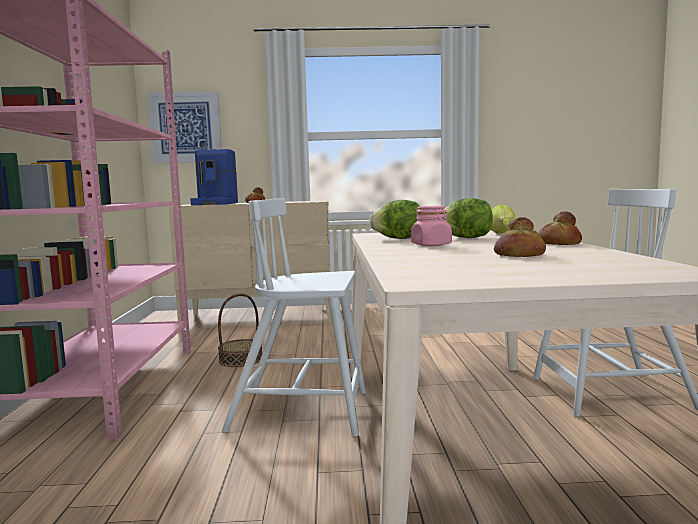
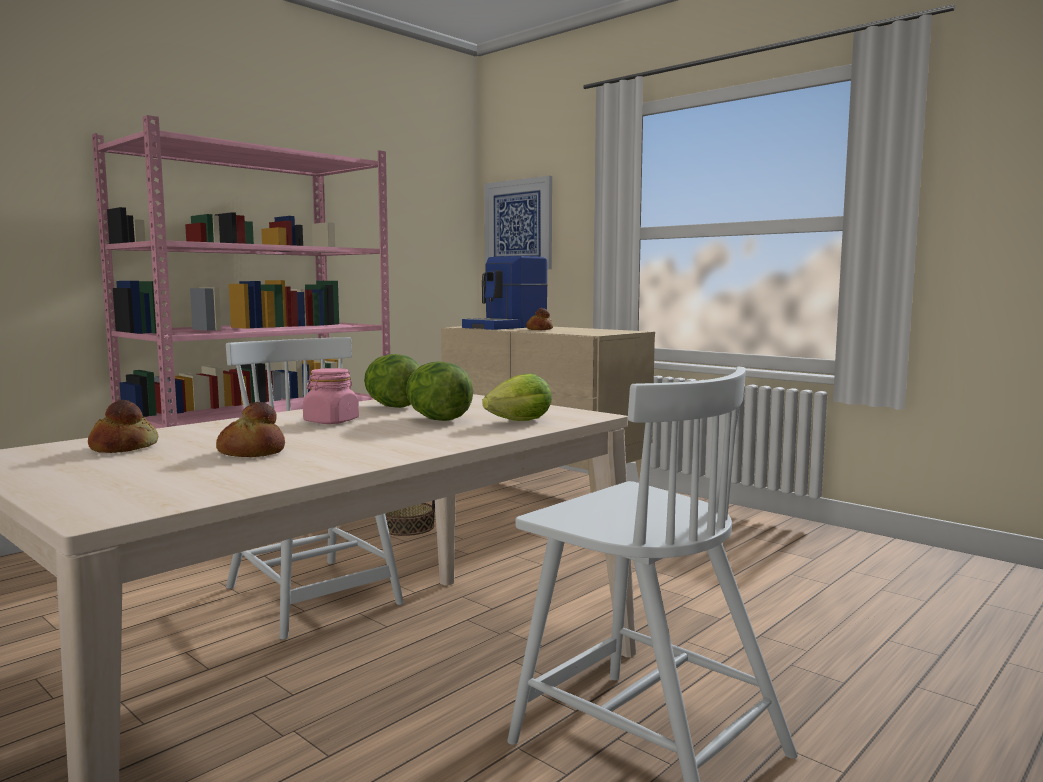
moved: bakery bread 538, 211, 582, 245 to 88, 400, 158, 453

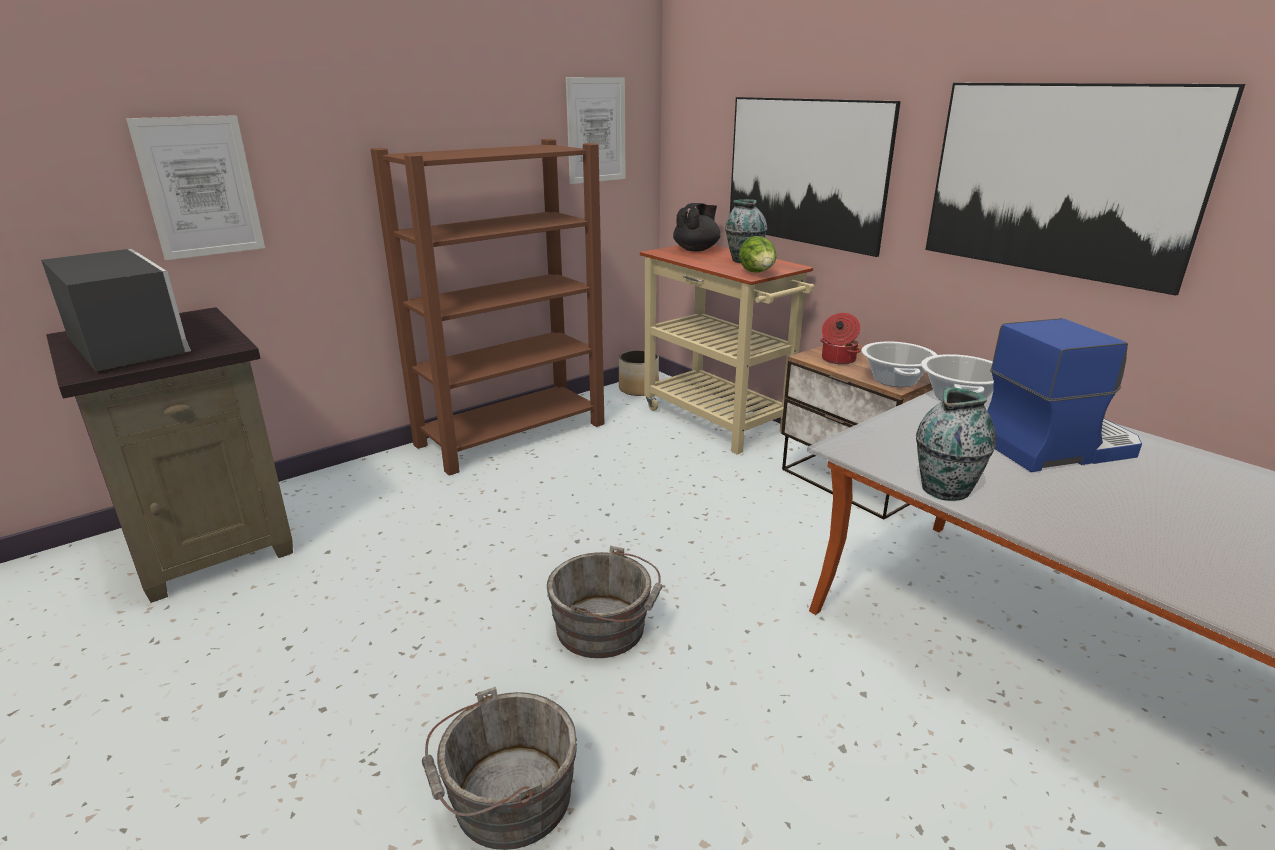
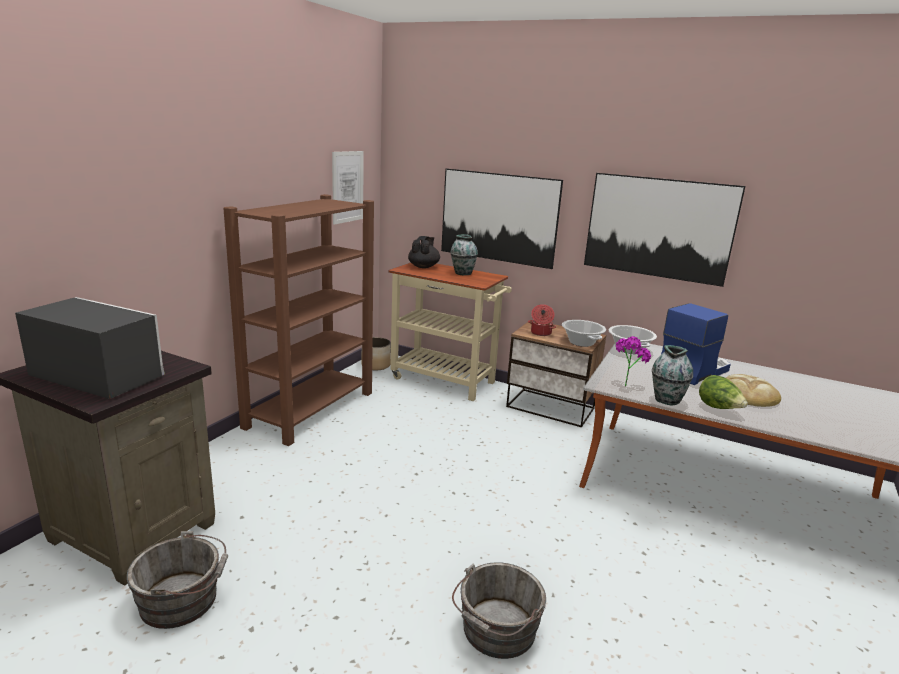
removed: wall picture 126, 115, 265, 260
added: plant in a pot 615, 336, 651, 387; bakery bread 726, 374, 781, 407
moved: bucket (greyish) 547, 546, 662, 658 to 127, 531, 228, 629; lettuce head 739, 236, 776, 273 to 699, 375, 748, 409

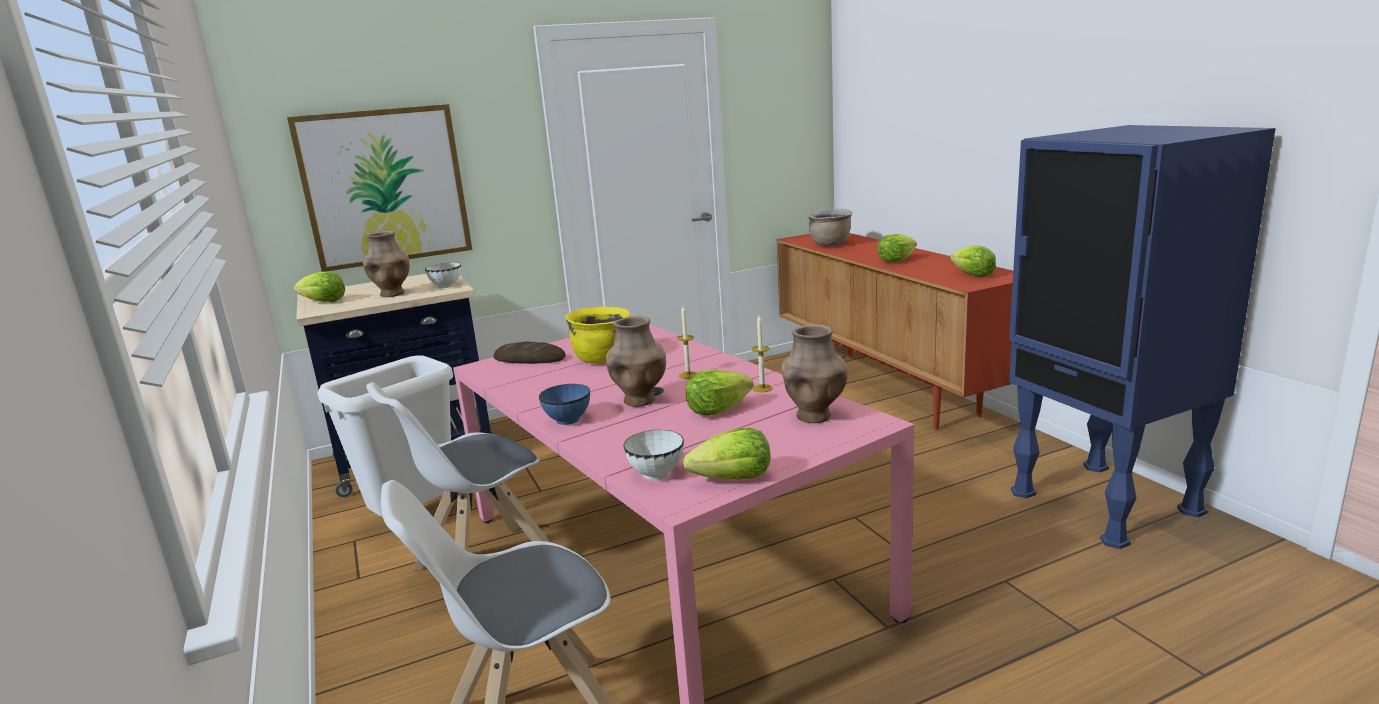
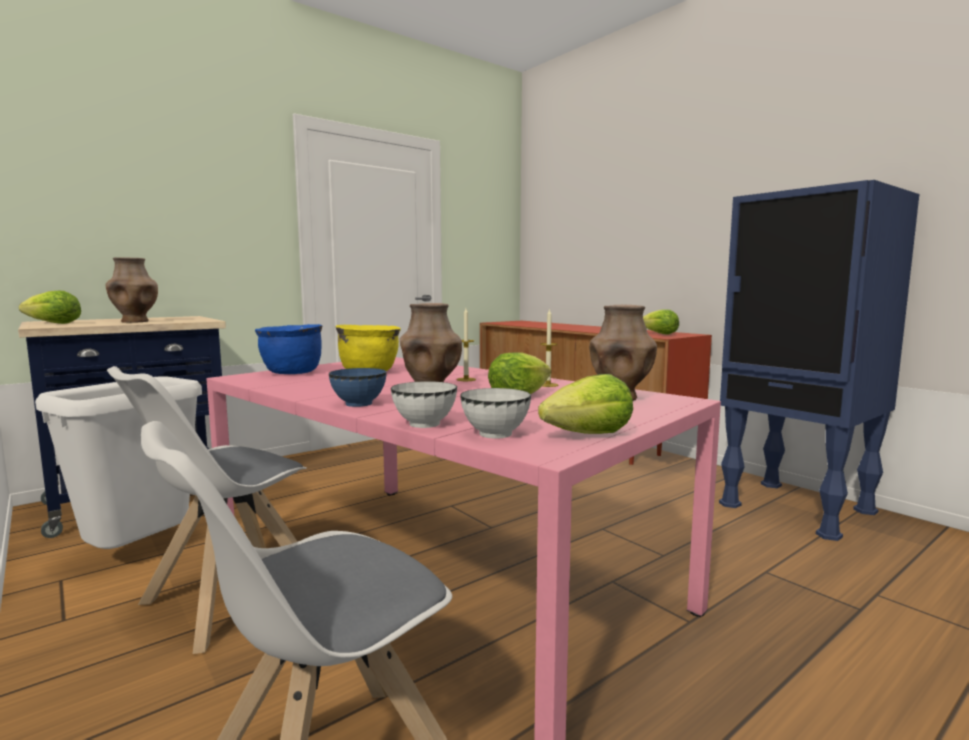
removed: wall picture 287, 104, 473, 272; cooking pot (brown) 807, 208, 853, 246; lettuce head 877, 234, 917, 263
moved: bowl (white) 425, 262, 461, 288 to 391, 381, 457, 428
replaced: bakery bread 493, 341, 566, 364 to cooking pot (bluish) 255, 324, 322, 374

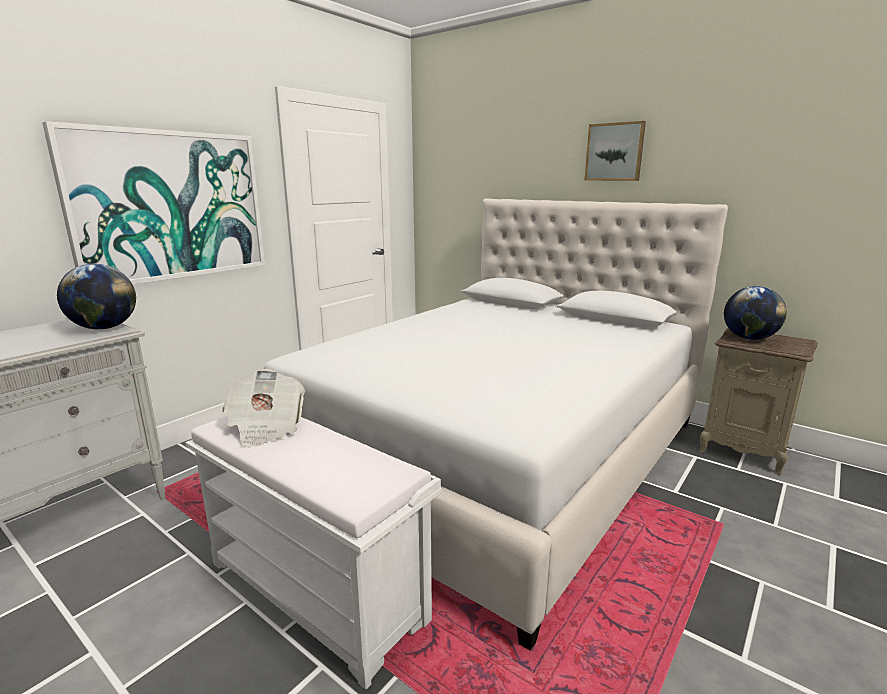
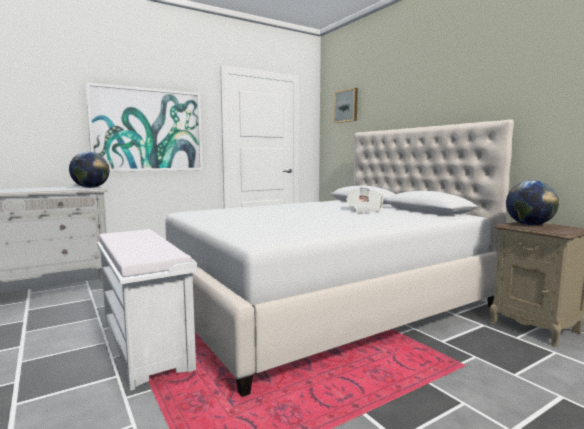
moved: wall picture 584, 121, 646, 181 to 334, 88, 358, 123; printed paper 222, 369, 305, 448 to 346, 187, 384, 214

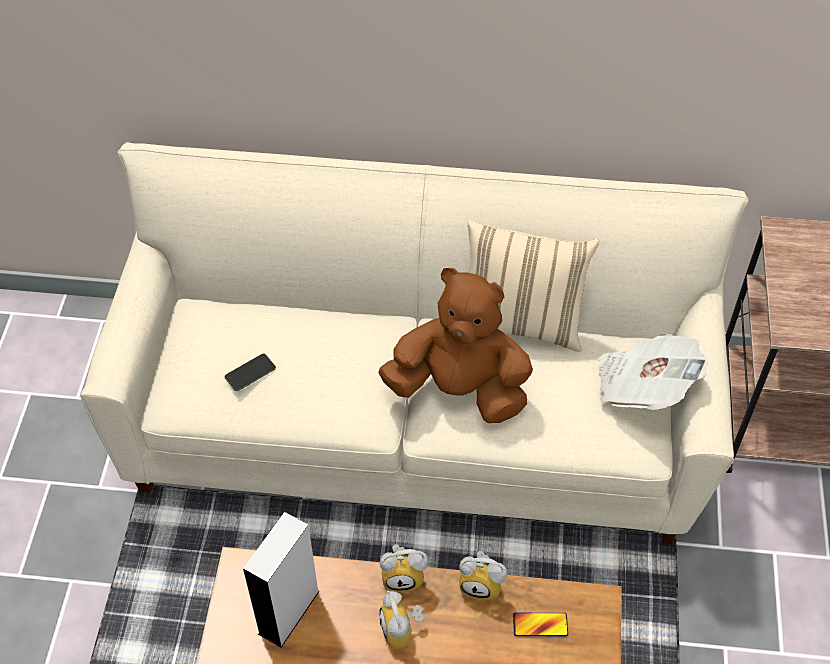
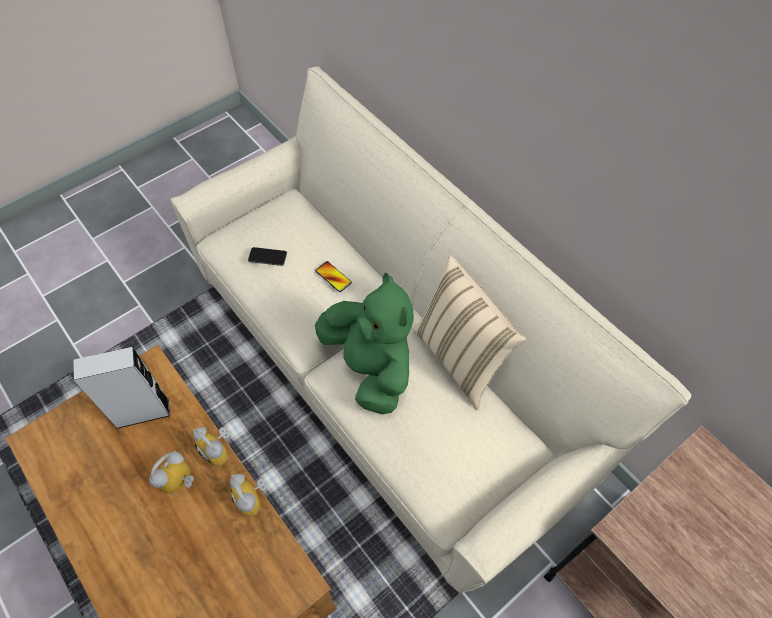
removed: printed paper 598, 334, 708, 410
moved: telephone 513, 613, 568, 637 to 315, 261, 352, 292
recoloured: plush toy (brown) 378, 268, 533, 423 to plush toy (green) 315, 272, 414, 414

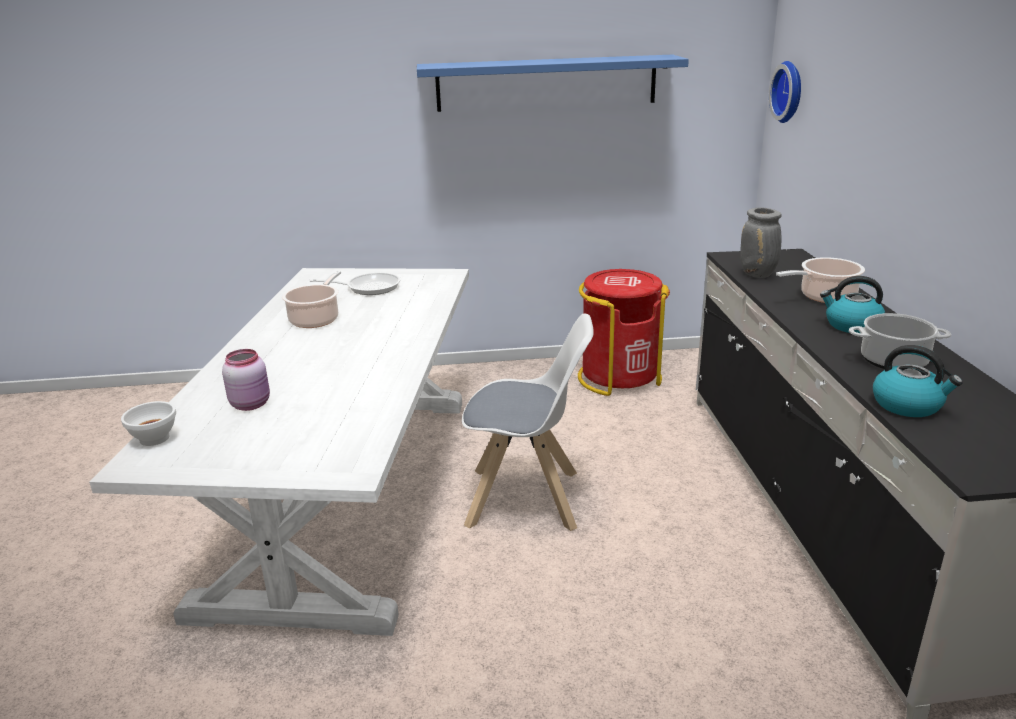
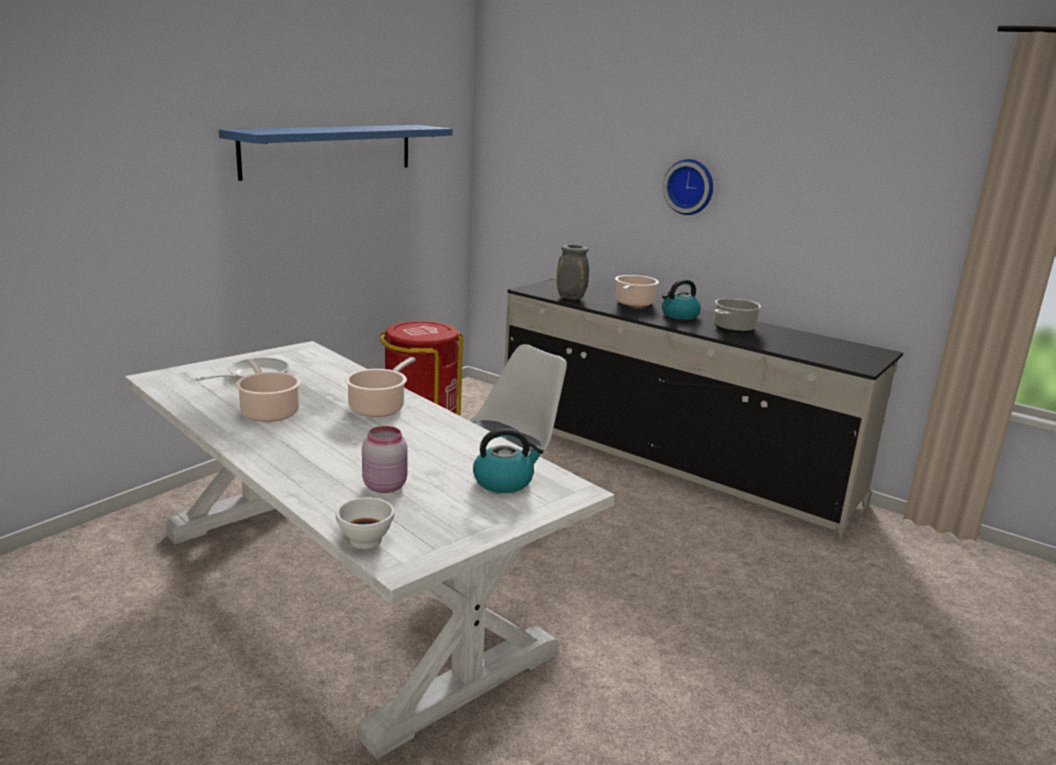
added: cooking pot 345, 357, 416, 417
moved: water kettle 872, 345, 963, 417 to 473, 428, 544, 493; hanging clock 769, 61, 801, 123 to 663, 159, 713, 215

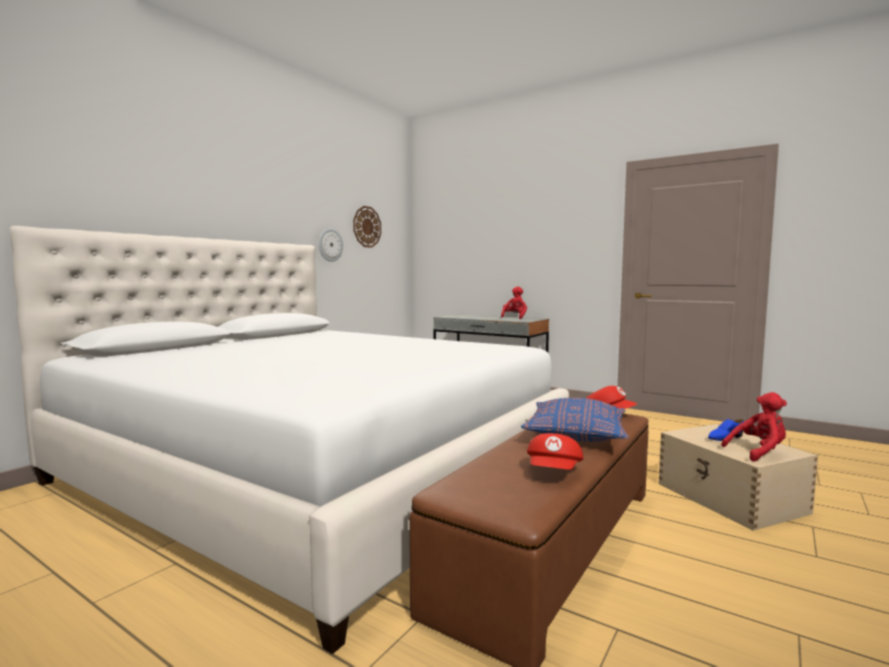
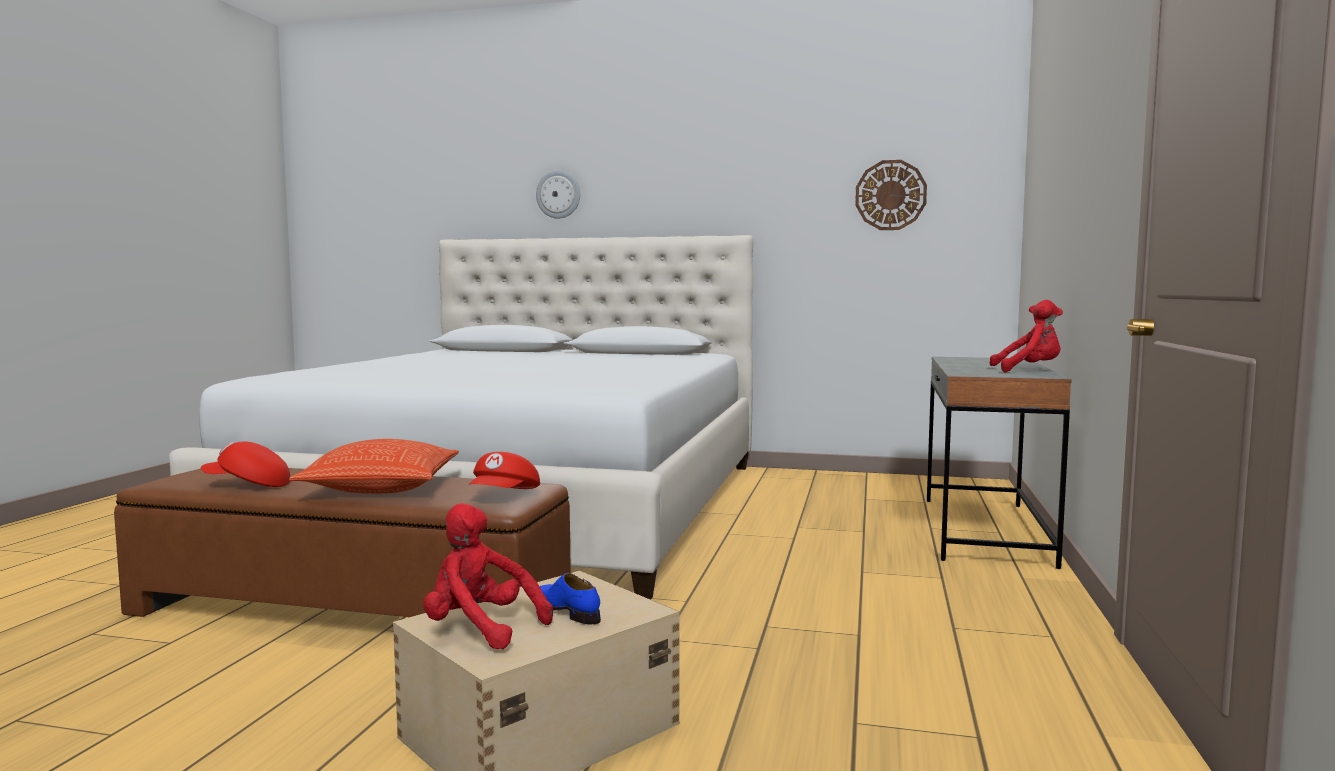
moved: hanging clock 319, 228, 343, 262 to 536, 170, 580, 219
recoloured: pillow (bluish) 521, 398, 629, 442 to pillow (orange) 289, 439, 459, 494
turned: plush toy (red-coloured) 721, 392, 787, 462 = 423, 503, 553, 649 150 degrees clockwise

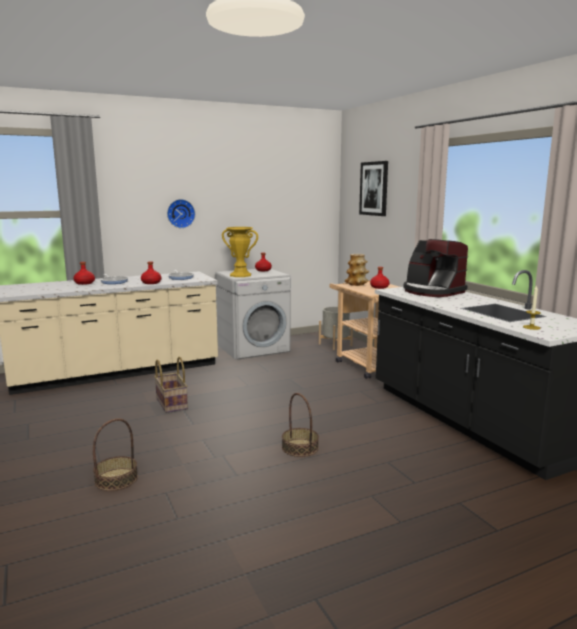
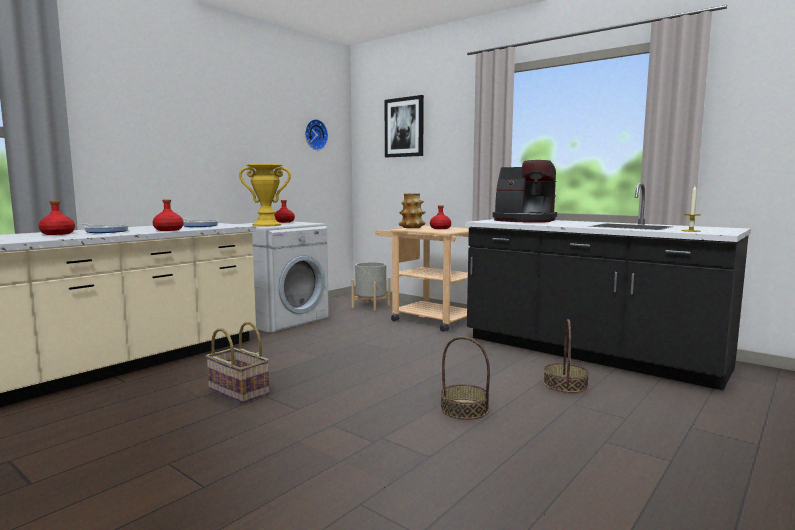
moved: hanging clock 167, 199, 195, 228 to 305, 119, 328, 150; basket 93, 418, 138, 491 to 543, 319, 589, 393

